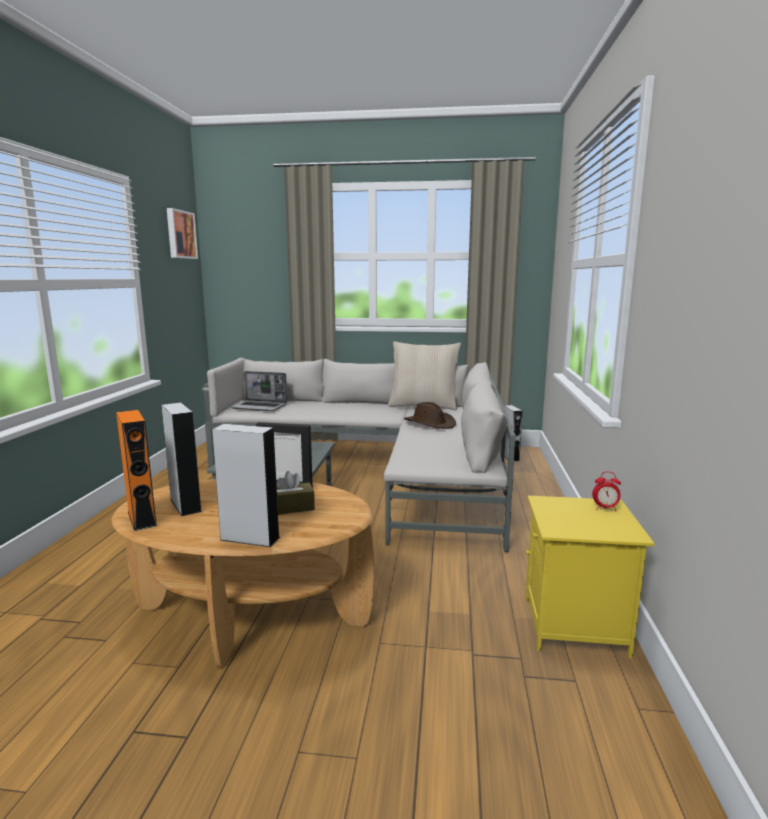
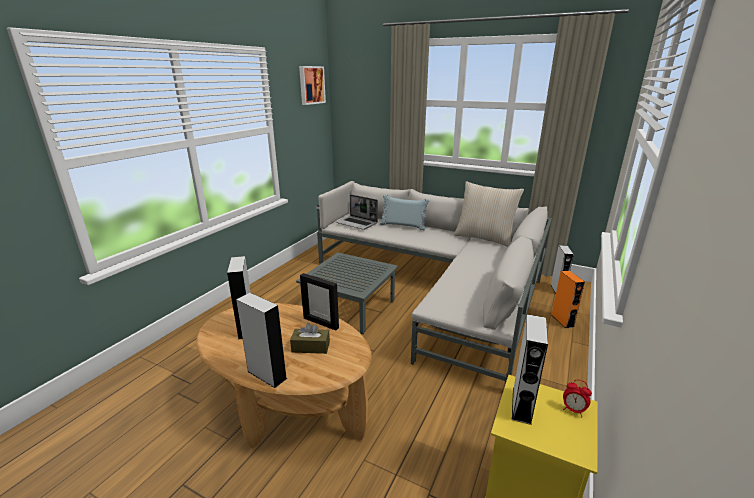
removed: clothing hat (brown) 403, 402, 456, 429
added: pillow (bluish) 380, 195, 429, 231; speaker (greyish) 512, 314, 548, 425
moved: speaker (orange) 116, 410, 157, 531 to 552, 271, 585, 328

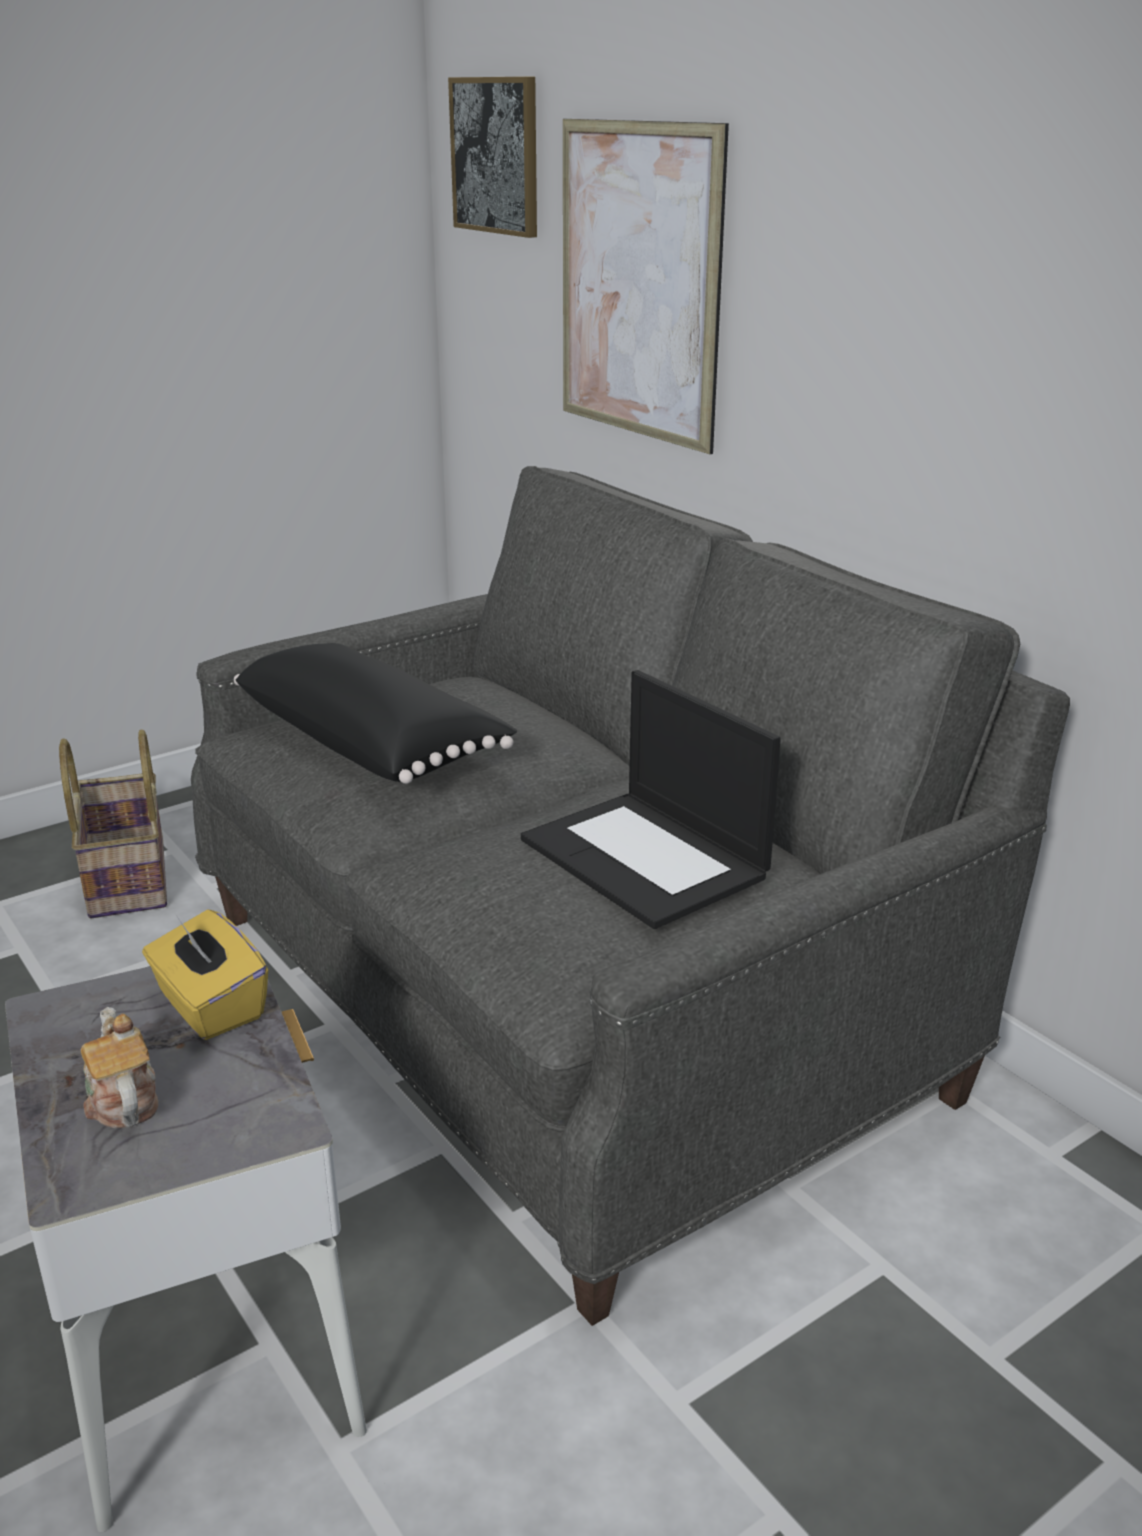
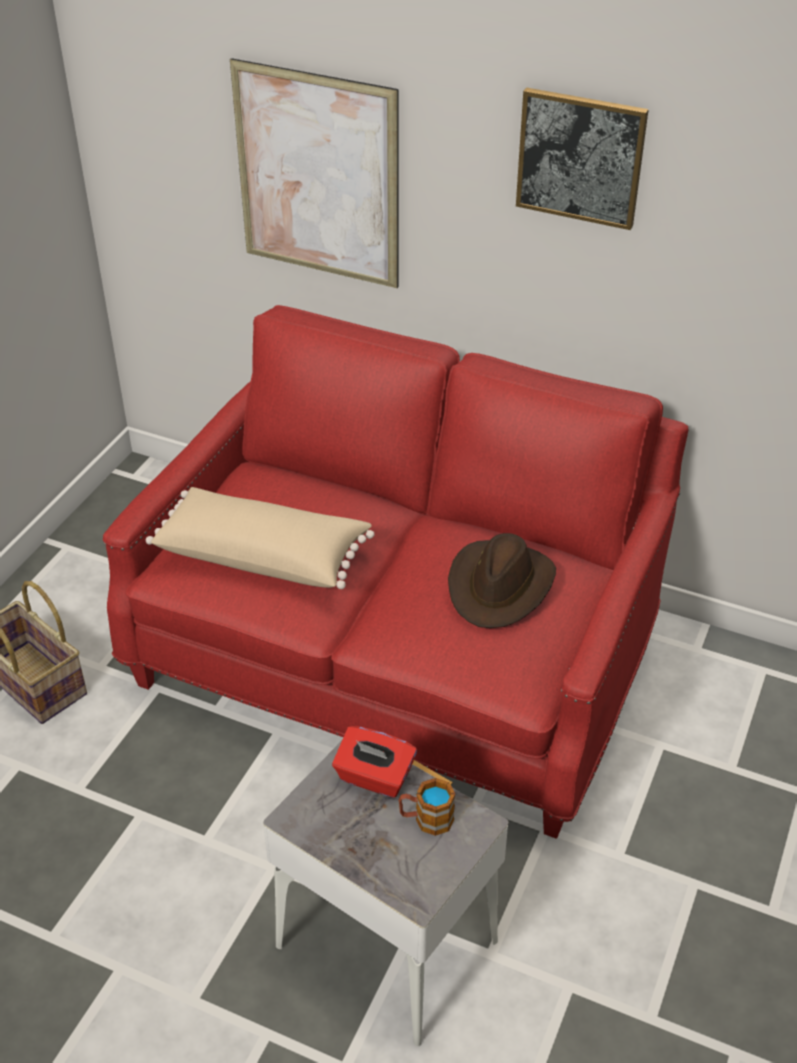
removed: tea pot 80, 1007, 158, 1128
added: mug 399, 778, 455, 836
moved: wall picture 448, 76, 537, 238 to 516, 88, 649, 230
replaced: notebook computer 521, 670, 781, 929 to clothing hat (brown) 448, 533, 556, 628
recoloured: couch (greyish) 191, 466, 1070, 1326 to couch (red-coloured) 103, 305, 688, 839; pillow (black) 234, 643, 517, 784 to pillow (beige-coloured) 146, 487, 374, 589; tissue holder (yellow-coloured) 142, 909, 268, 1040 to tissue holder (red-coloured) 332, 726, 417, 798

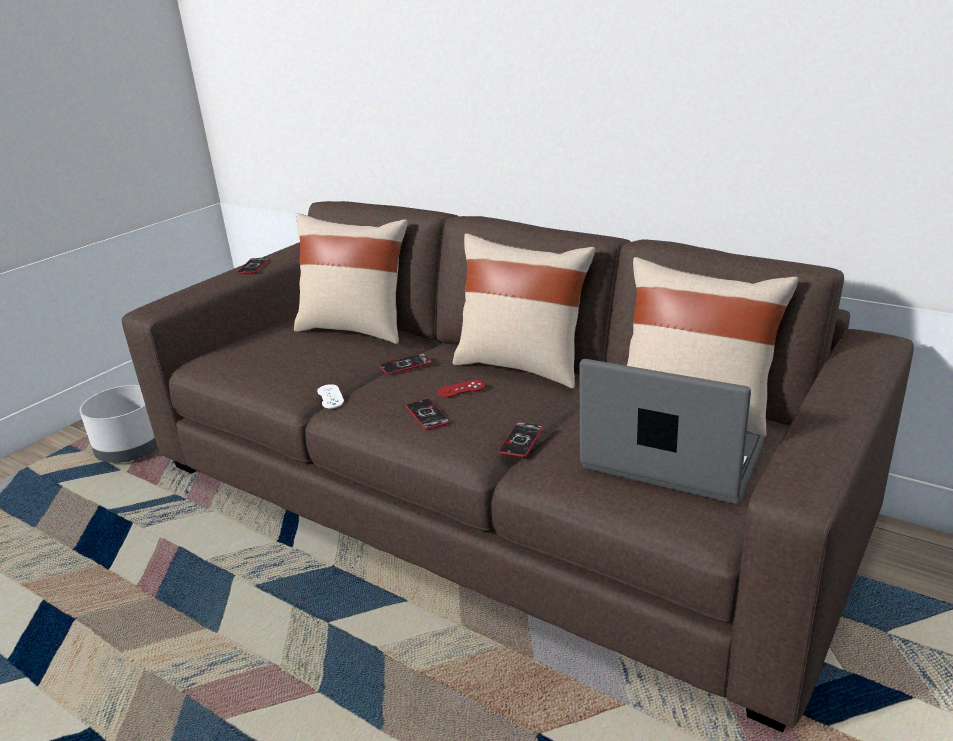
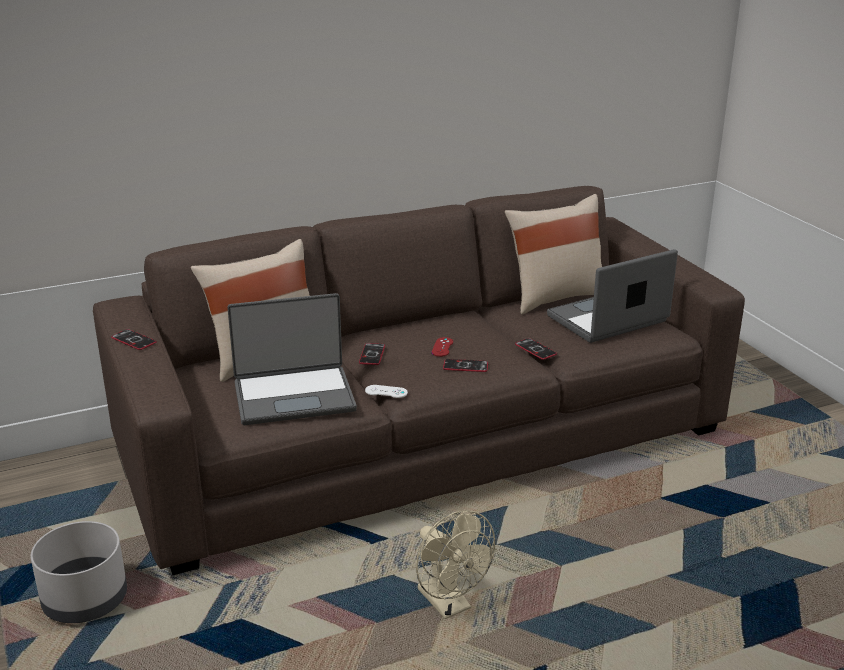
removed: pillow (beige-coloured) 452, 233, 595, 388
added: notebook computer 227, 293, 357, 425; cooling fan (beige-coloured) 416, 510, 495, 619

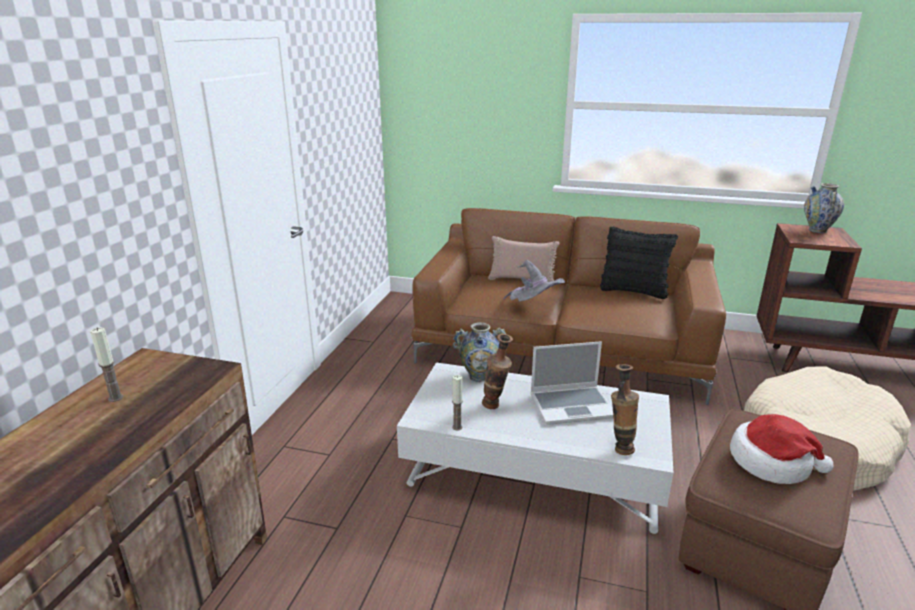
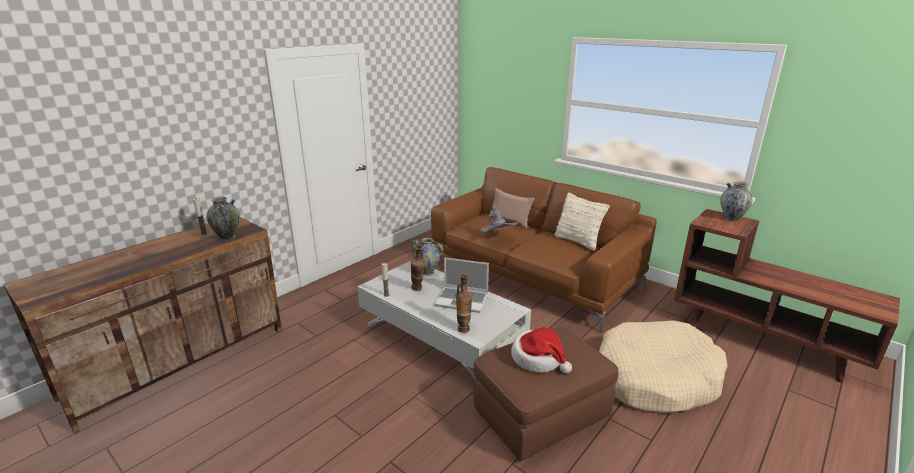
added: decorative vase 206, 197, 240, 241
recoloured: pillow (black) 600, 227, 678, 299 to pillow (beige-coloured) 555, 193, 610, 251

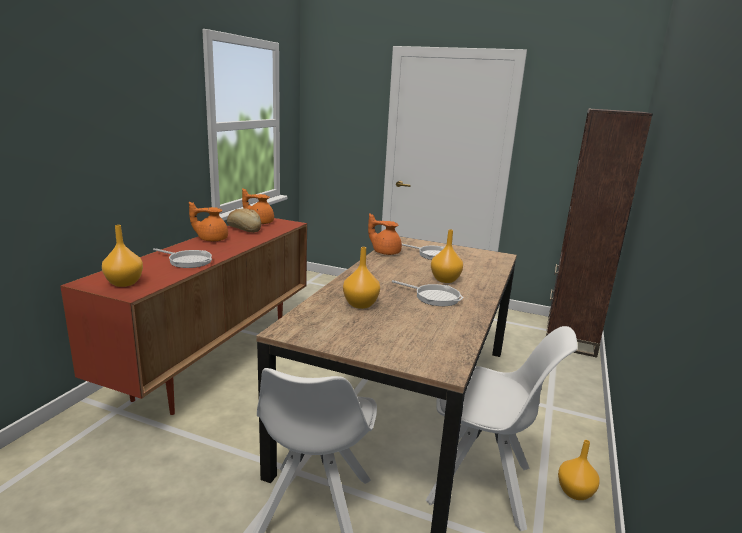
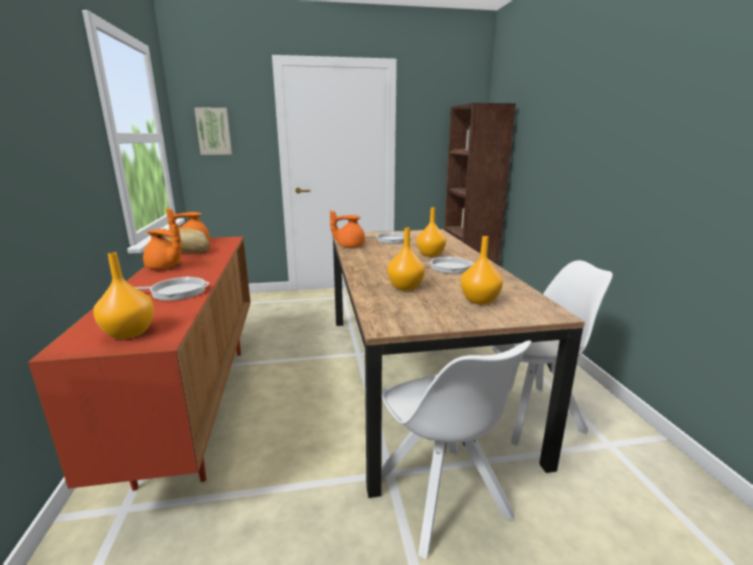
added: wall picture 194, 107, 232, 155
moved: decorative vase (orange) 558, 440, 600, 500 to 461, 236, 503, 305
turned: tea pot (orange) 189, 202, 228, 241 = 143, 223, 182, 269 120 degrees counterclockwise

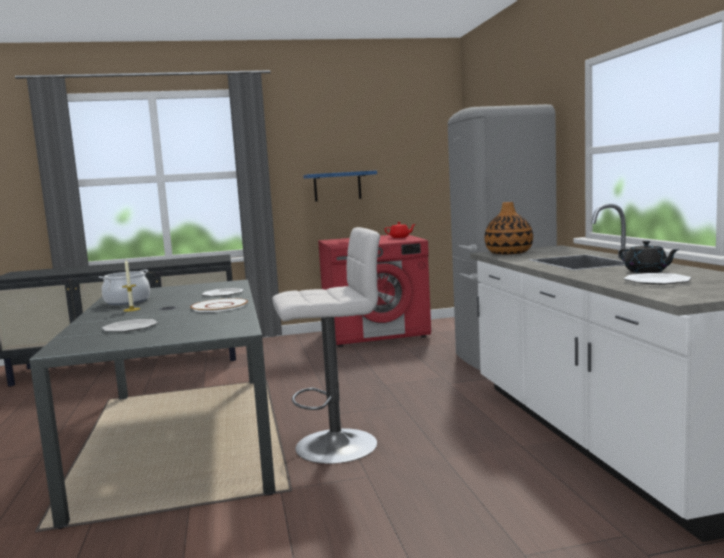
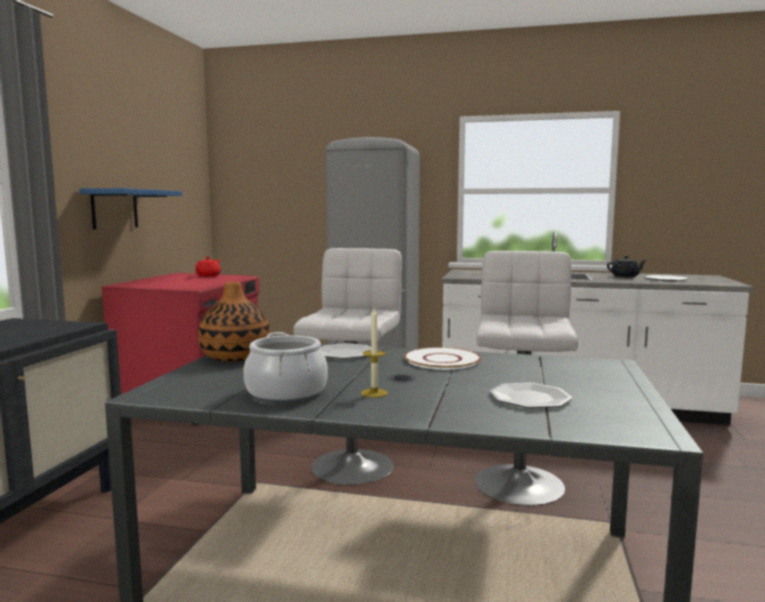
added: stool (white) 293, 248, 402, 485
moved: decorative vase 484, 202, 533, 254 to 198, 282, 271, 362

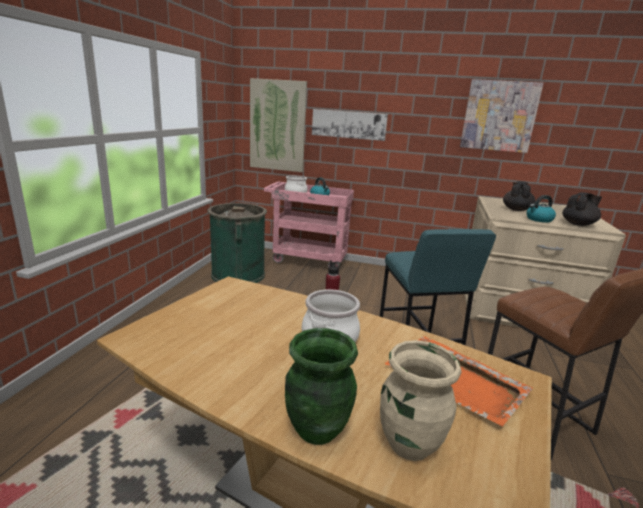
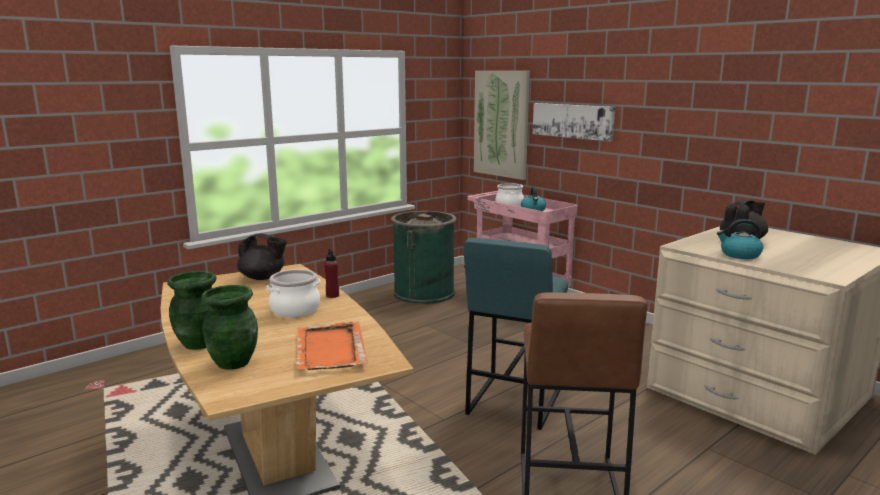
removed: wall picture 460, 79, 544, 153
moved: tea pot (black) 562, 192, 602, 226 to 237, 234, 287, 280
recoloured: decorative vase (beige-coloured) 380, 340, 461, 461 to decorative vase (green) 201, 285, 258, 370

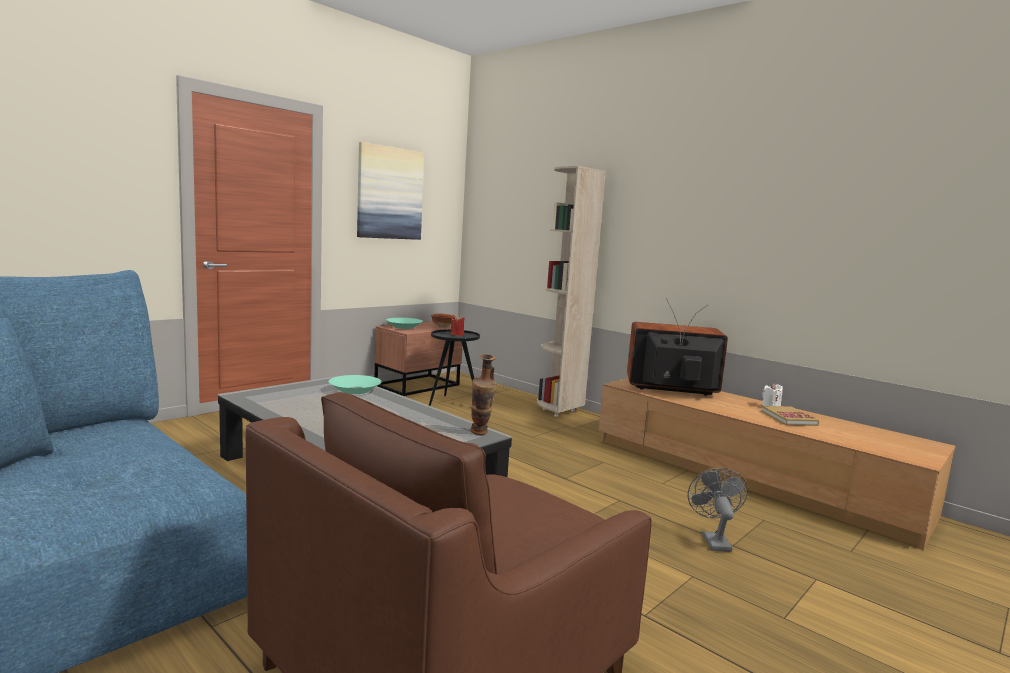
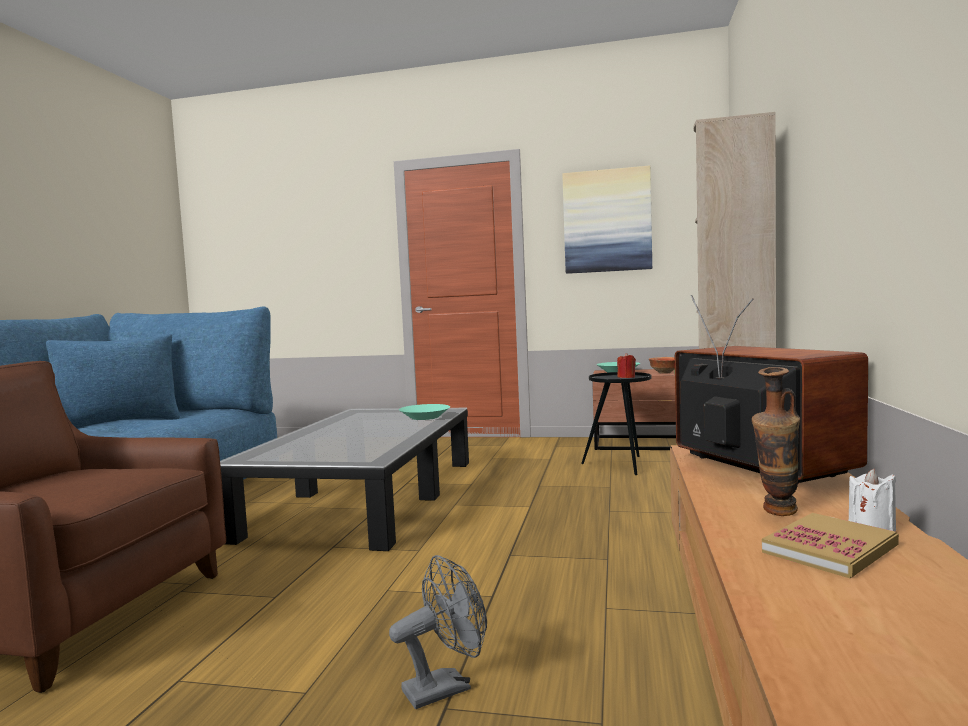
moved: decorative vase 470, 354, 497, 435 to 752, 367, 800, 516

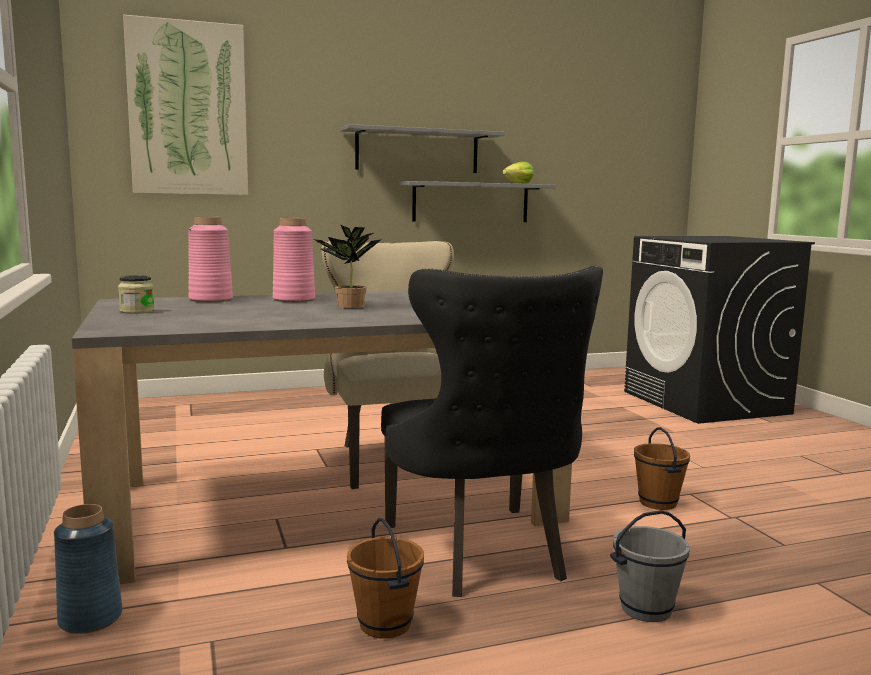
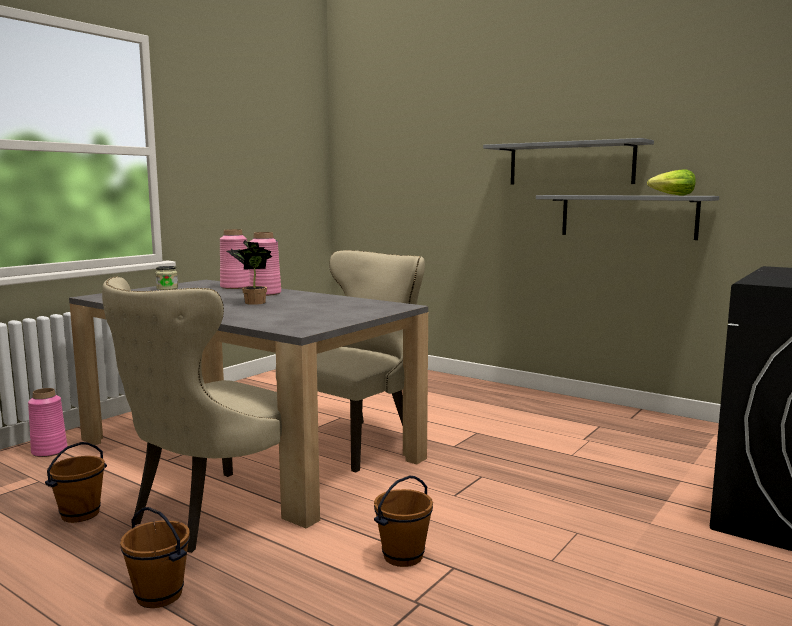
removed: wall picture 123, 15, 248, 195
recoloured: decorative vase (bluish) 54, 504, 122, 634 to decorative vase (pinkish) 28, 388, 67, 457; plain chair (black) 381, 265, 603, 597 to plain chair (beige-coloured) 102, 276, 282, 553; bucket (greyish) 610, 510, 690, 622 to bucket (brown) 120, 507, 190, 608

